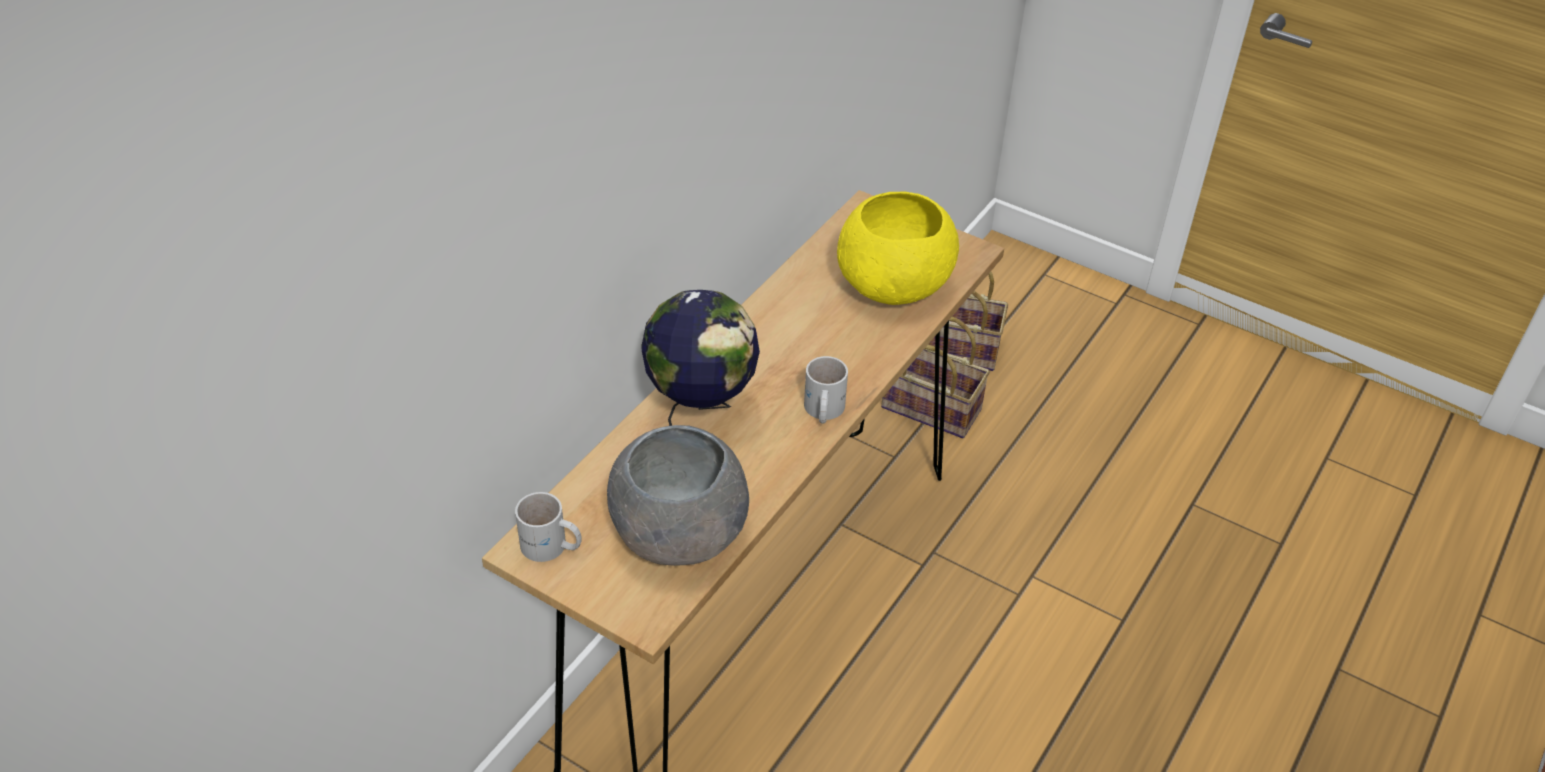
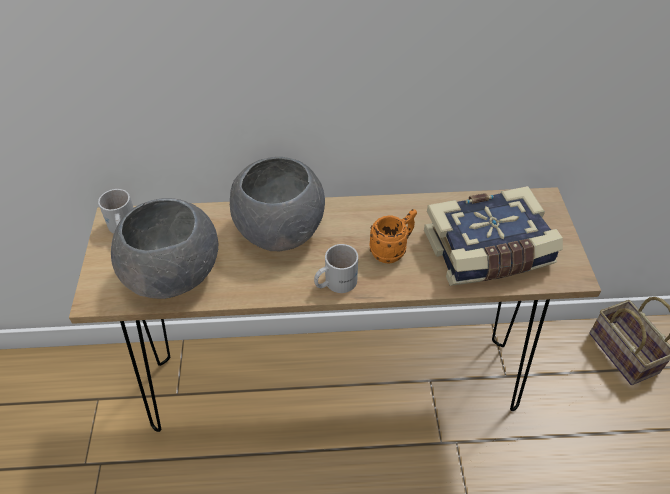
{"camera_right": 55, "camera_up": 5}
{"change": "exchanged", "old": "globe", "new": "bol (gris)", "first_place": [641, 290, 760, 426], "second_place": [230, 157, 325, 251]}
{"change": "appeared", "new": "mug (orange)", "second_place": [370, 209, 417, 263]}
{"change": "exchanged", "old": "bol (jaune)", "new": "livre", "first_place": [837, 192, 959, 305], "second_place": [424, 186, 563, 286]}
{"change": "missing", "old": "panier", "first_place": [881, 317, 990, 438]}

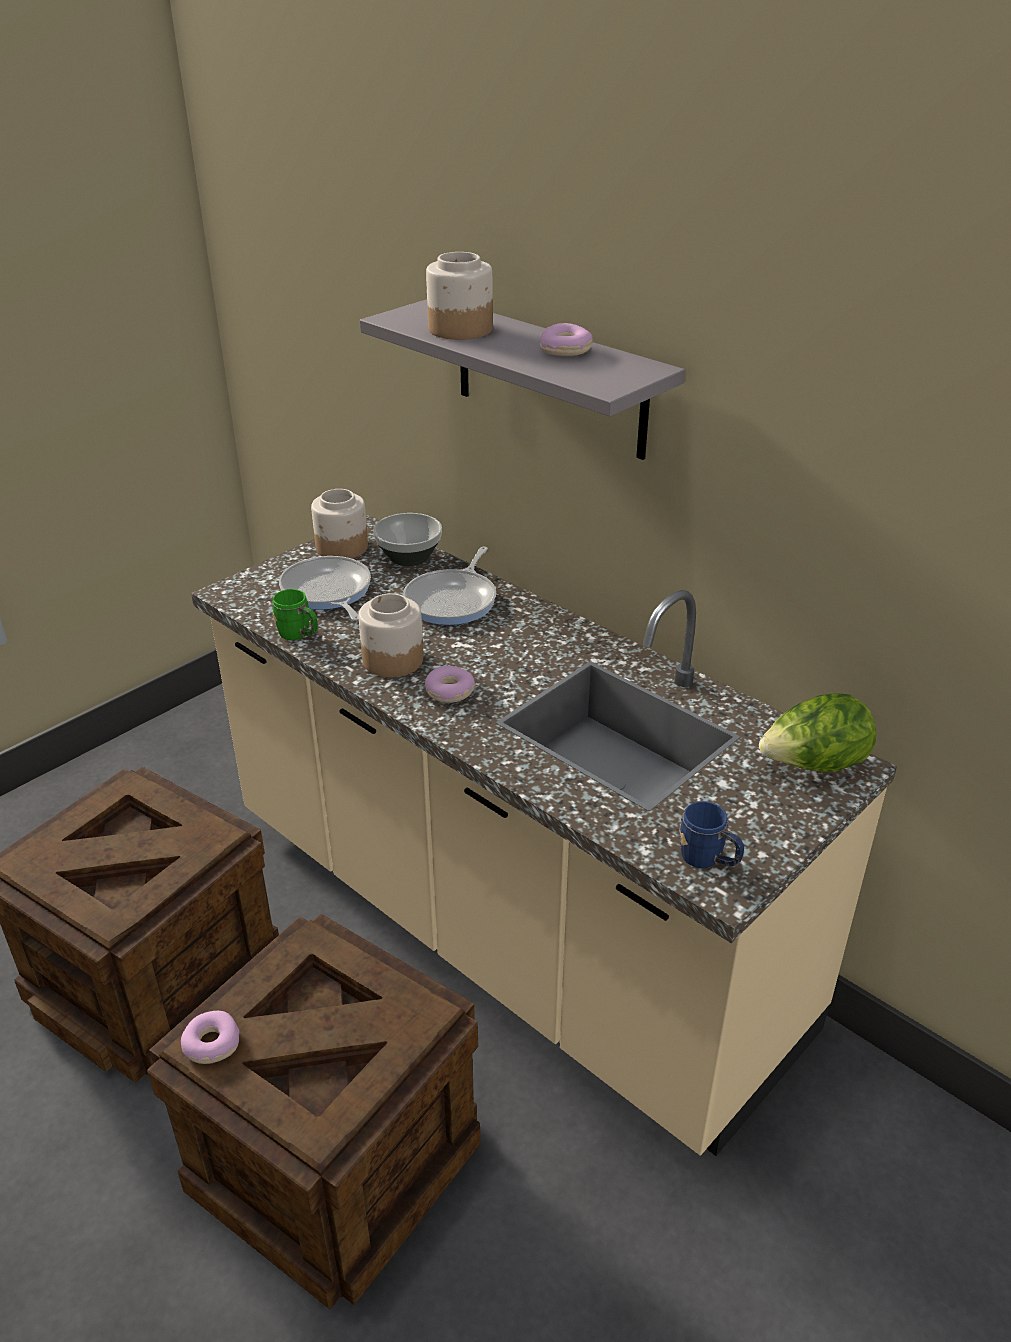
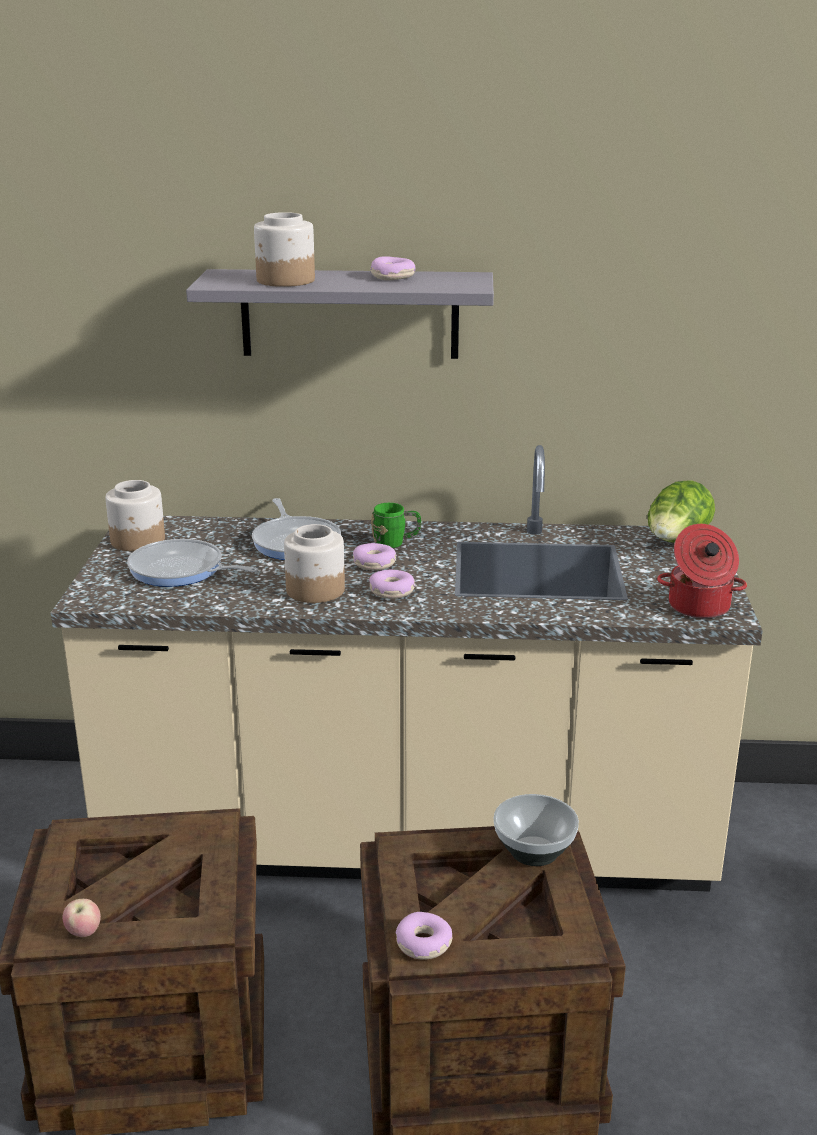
{"camera_right": -40, "camera_up": -10}
{"change": "appeared", "new": "pomme", "second_place": [63, 899, 101, 937]}
{"change": "appeared", "new": "beignet", "second_place": [353, 543, 397, 571]}
{"change": "relocated", "old": "mug (vert)", "first_place": [273, 589, 318, 640], "second_place": [371, 503, 421, 548]}
{"change": "relocated", "old": "bol", "first_place": [373, 513, 442, 566], "second_place": [494, 794, 579, 866]}
{"change": "exchanged", "old": "mug (bleu)", "new": "marmite", "first_place": [679, 801, 744, 868], "second_place": [657, 524, 747, 618]}

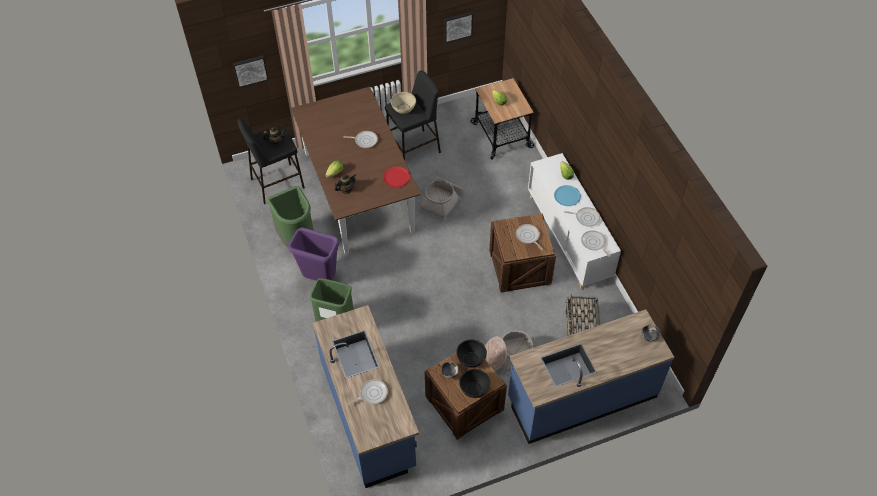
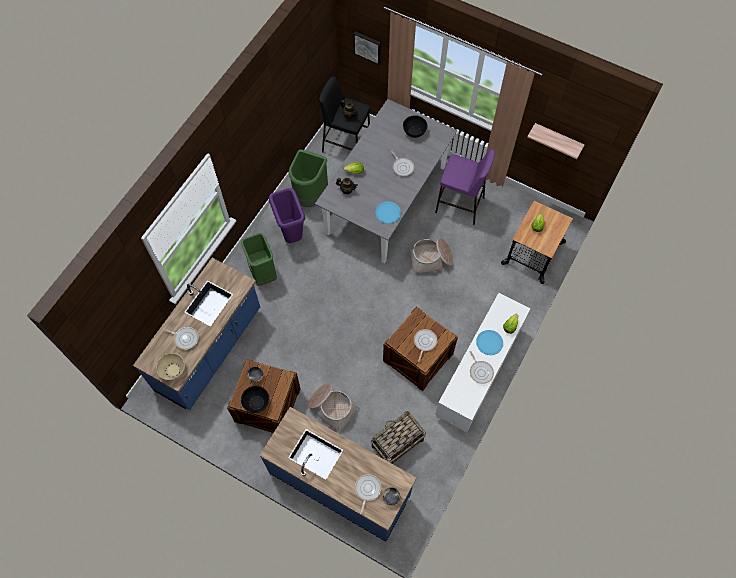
{"camera_right": 50, "camera_up": 10}
{"change": "relocated", "old": "bol (beige)", "first_place": [391, 92, 416, 114], "second_place": [156, 353, 185, 380]}
{"change": "colour", "old": "table à manger (marron)", "new": "table à manger (gris)", "first_place": [291, 87, 421, 254], "second_place": [315, 99, 457, 264]}
{"change": "relocated", "old": "poêle", "first_place": [581, 230, 611, 257], "second_place": [355, 474, 381, 514]}
{"change": "colour", "old": "assiette (rouge)", "new": "assiette (bleu)", "first_place": [383, 167, 410, 187], "second_place": [375, 201, 401, 224]}
{"change": "relocated", "old": "bol (noir)", "first_place": [456, 339, 487, 368], "second_place": [403, 115, 427, 138]}
{"change": "colour", "old": "tabouret (noir)", "new": "tabouret (violet)", "first_place": [385, 70, 441, 160], "second_place": [435, 149, 495, 225]}
{"change": "exchanged", "old": "tableau", "new": "étagère", "first_place": [444, 12, 473, 43], "second_place": [527, 123, 584, 159]}

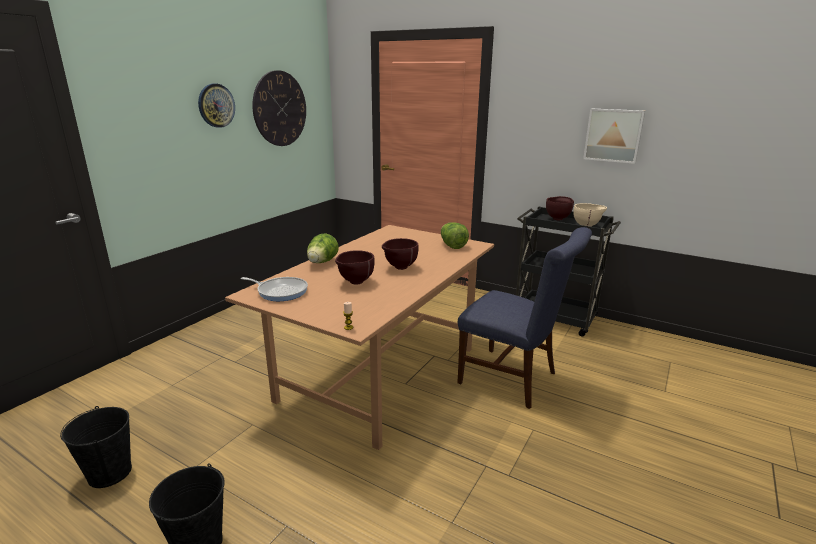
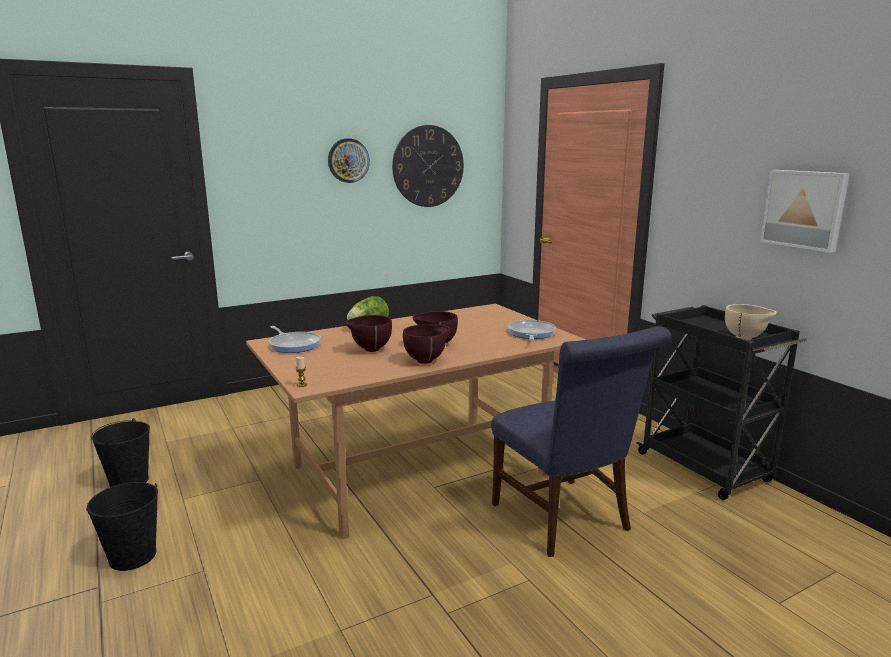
{"camera_right": 30, "camera_up": -5}
{"change": "relocated", "old": "bol (marron)", "first_place": [546, 196, 574, 220], "second_place": [403, 324, 451, 364]}
{"change": "exchanged", "old": "laitue", "new": "poêle", "first_place": [441, 222, 469, 249], "second_place": [508, 320, 556, 340]}

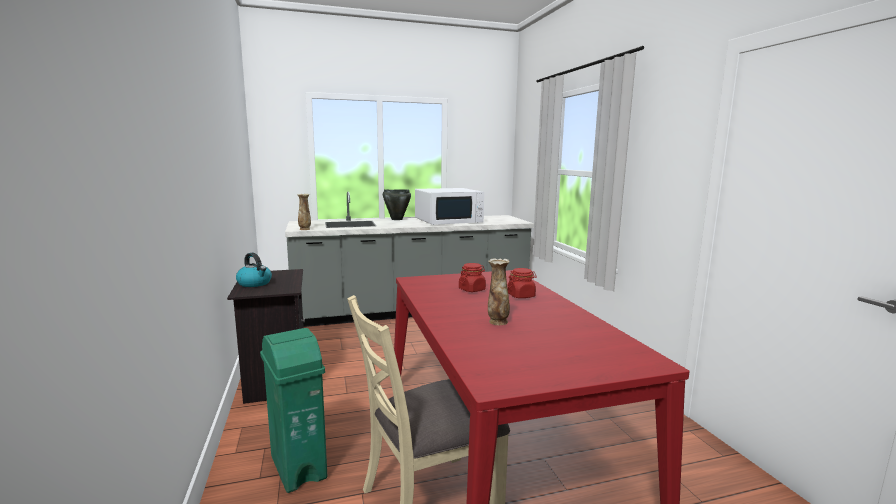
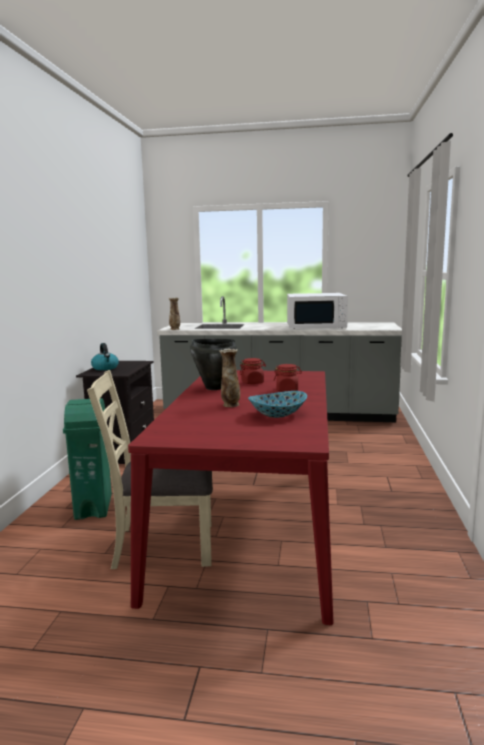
{"camera_right": 25, "camera_up": 0}
{"change": "relocated", "old": "marmite (noir)", "first_place": [383, 189, 411, 220], "second_place": [190, 339, 237, 390]}
{"change": "appeared", "new": "bol", "second_place": [248, 391, 307, 418]}

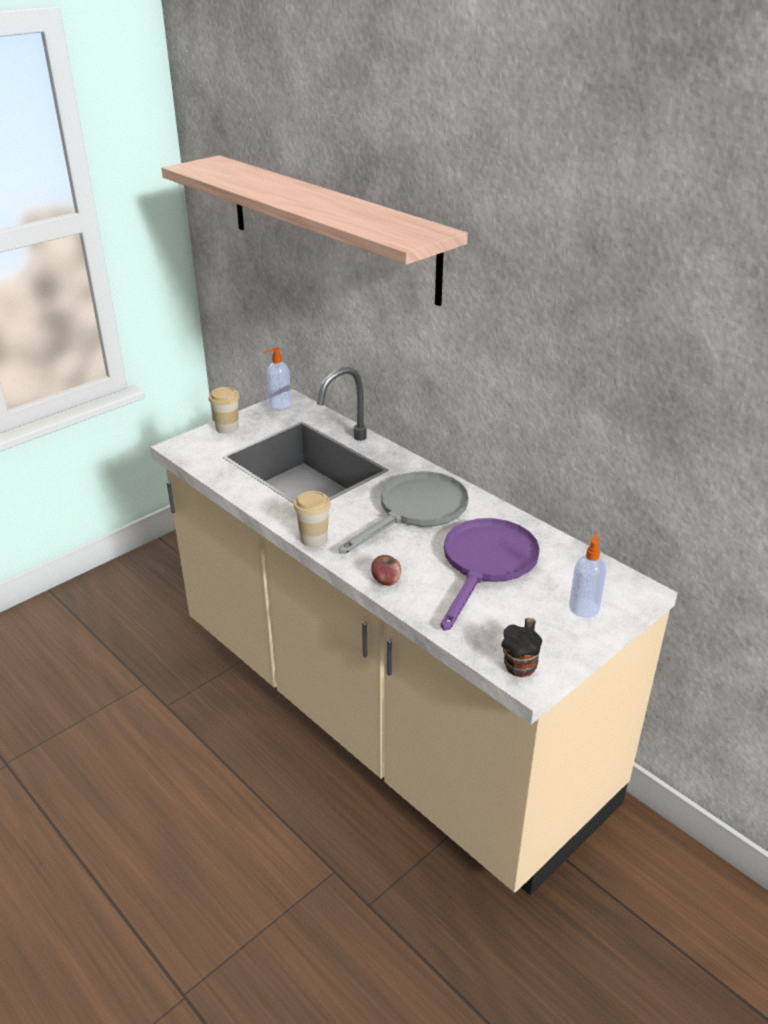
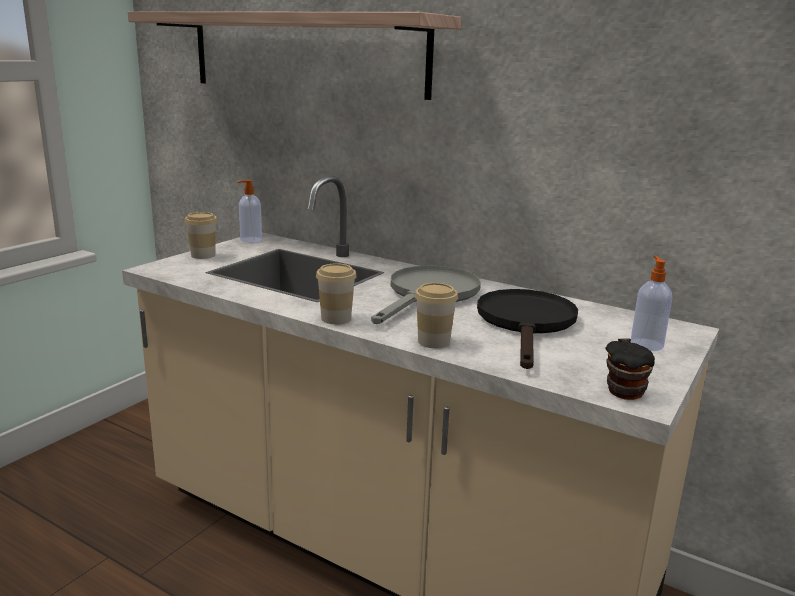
{"camera_right": -15, "camera_up": -15}
{"change": "exchanged", "old": "pomme", "new": "tasse", "first_place": [371, 555, 401, 586], "second_place": [415, 283, 458, 348]}
{"change": "colour", "old": "poêle (violet)", "new": "poêle (noir)", "first_place": [441, 518, 540, 631], "second_place": [477, 289, 578, 369]}

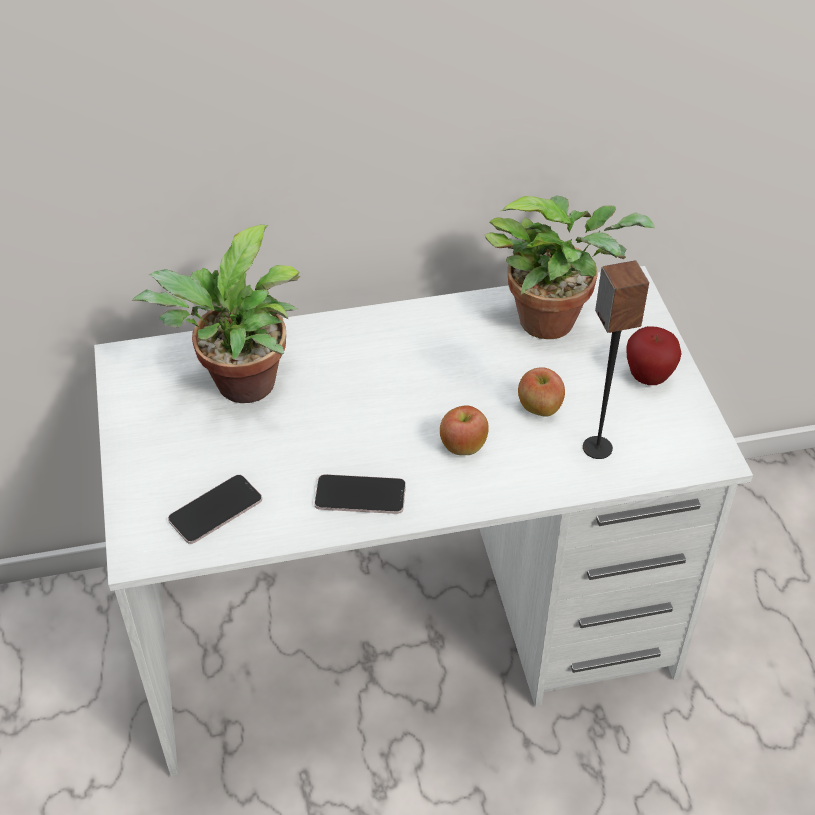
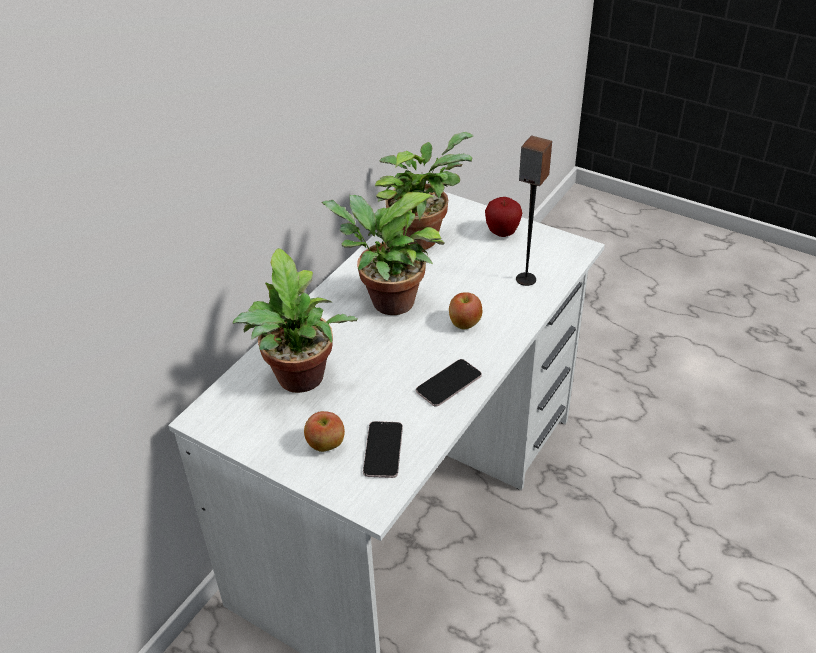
{"camera_right": -45, "camera_up": -5}
{"change": "relocated", "old": "pomme", "first_place": [518, 367, 565, 417], "second_place": [304, 411, 345, 452]}
{"change": "appeared", "new": "plante en pot", "second_place": [321, 192, 445, 315]}

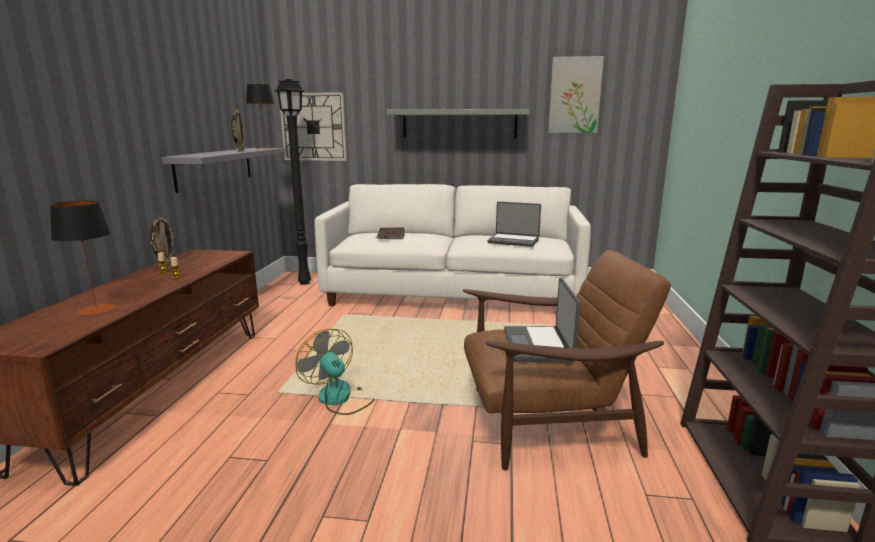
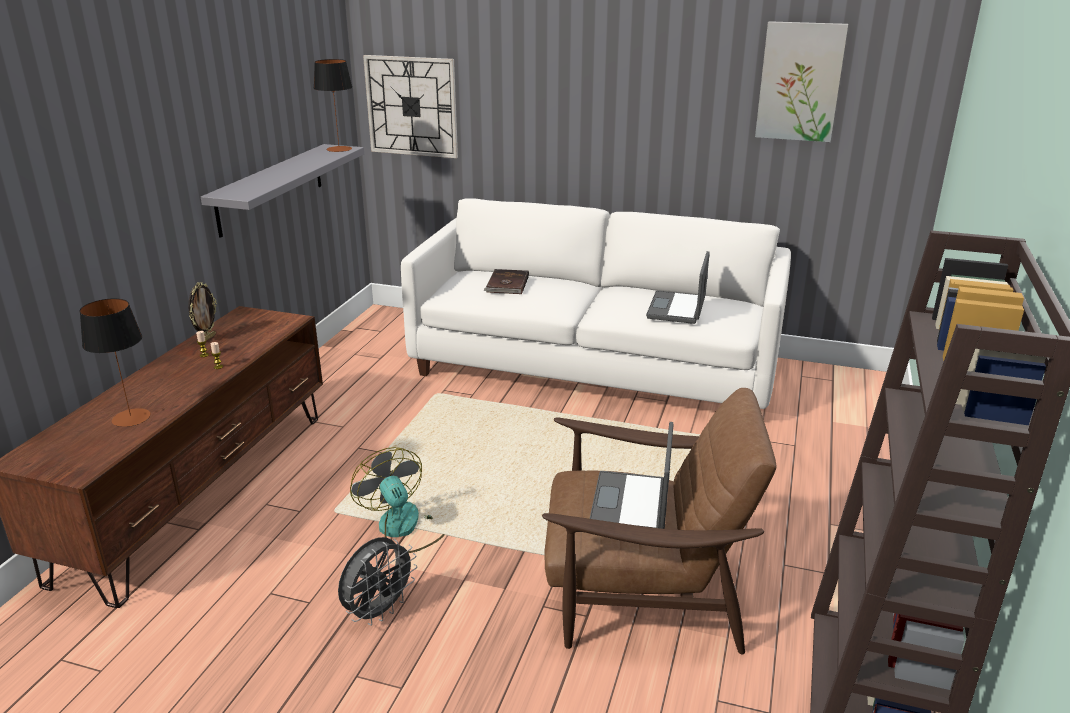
{"camera_right": 10, "camera_up": 10}
{"change": "appeared", "new": "ventilateur (gris)", "second_place": [338, 537, 417, 626]}
{"change": "spun", "old": "ordinateur portable", "first_place": [488, 202, 541, 247], "second_place": [646, 251, 710, 324], "degrees": 75}
{"change": "missing", "old": "cadre photo", "first_place": [231, 109, 244, 152]}
{"change": "missing", "old": "lampadaire (noir)", "first_place": [274, 79, 311, 285]}
{"change": "missing", "old": "étagère (gris)", "first_place": [387, 109, 530, 138]}

